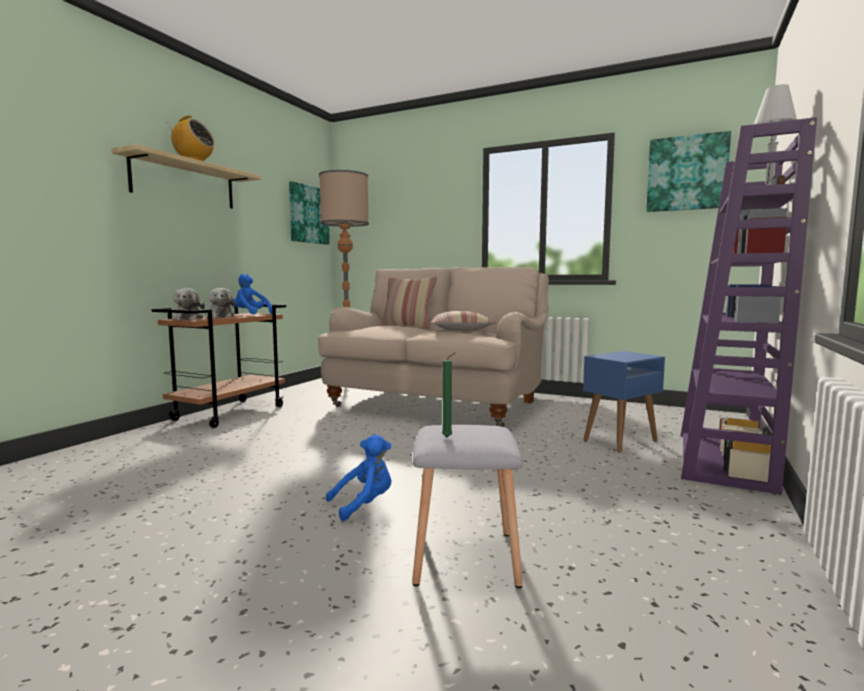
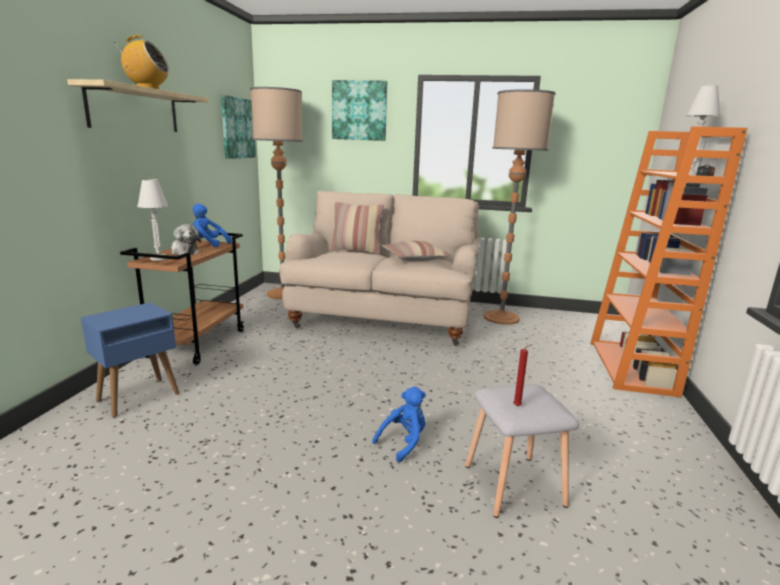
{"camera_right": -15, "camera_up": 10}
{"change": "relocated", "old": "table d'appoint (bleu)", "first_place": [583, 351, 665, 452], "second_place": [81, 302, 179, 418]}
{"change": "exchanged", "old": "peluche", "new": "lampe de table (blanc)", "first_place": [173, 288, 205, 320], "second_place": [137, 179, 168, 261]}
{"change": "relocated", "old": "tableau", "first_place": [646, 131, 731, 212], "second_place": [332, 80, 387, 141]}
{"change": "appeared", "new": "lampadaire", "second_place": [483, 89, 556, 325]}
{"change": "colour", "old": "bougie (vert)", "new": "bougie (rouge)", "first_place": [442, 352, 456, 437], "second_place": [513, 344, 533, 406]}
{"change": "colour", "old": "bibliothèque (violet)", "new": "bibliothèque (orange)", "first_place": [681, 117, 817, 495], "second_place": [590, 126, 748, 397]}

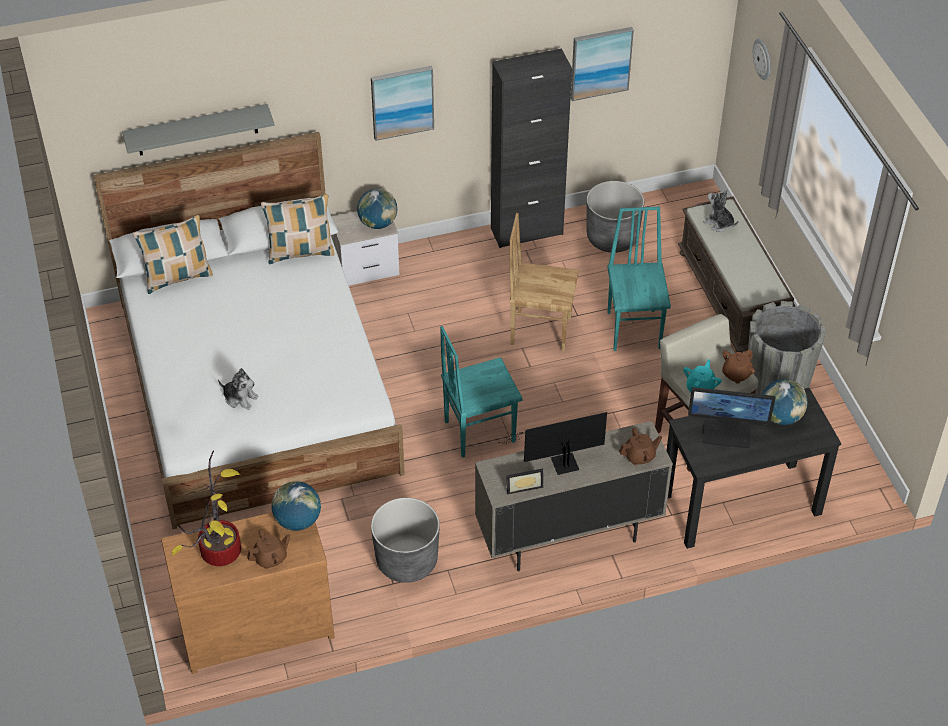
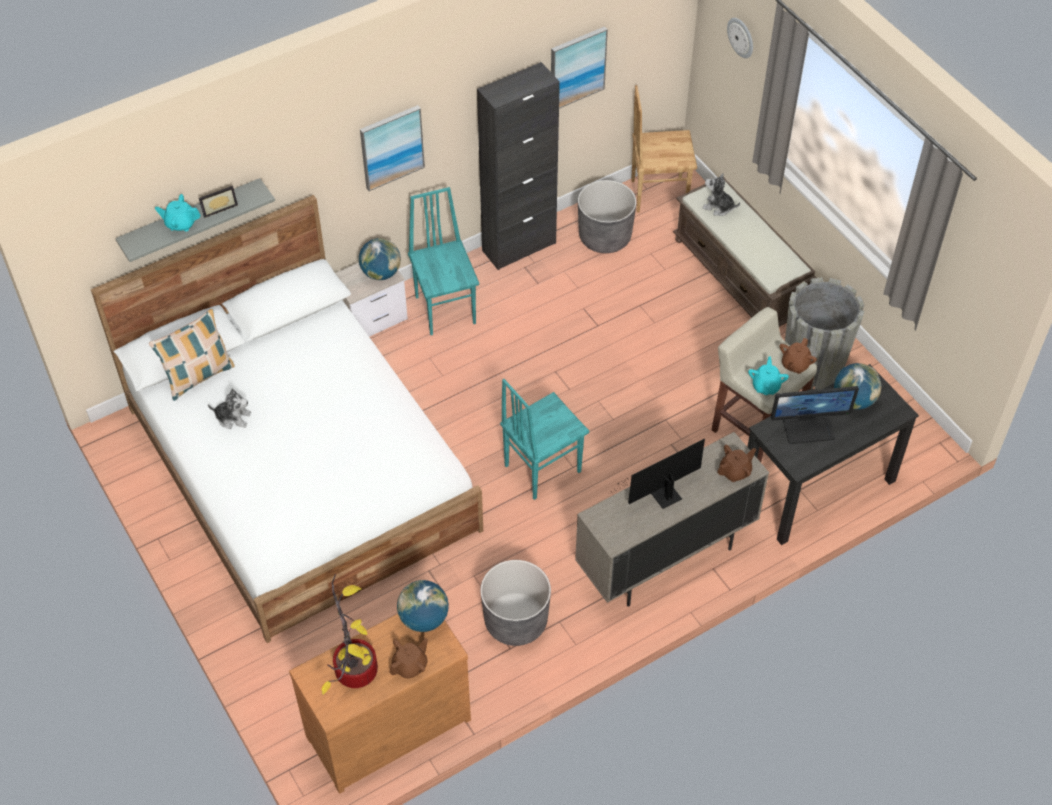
{"camera_right": -15, "camera_up": 5}
{"change": "appeared", "new": "théière (turquoise)", "second_place": [155, 194, 201, 231]}
{"change": "relocated", "old": "cadre photo", "first_place": [507, 469, 543, 495], "second_place": [199, 186, 238, 218]}
{"change": "relocated", "old": "peluche", "first_place": [218, 368, 259, 410], "second_place": [208, 389, 251, 429]}
{"change": "relocated", "old": "chaise (turquoise)", "first_place": [607, 207, 671, 351], "second_place": [408, 187, 479, 335]}
{"change": "relocated", "old": "chaise (marron)", "first_place": [509, 213, 579, 352], "second_place": [631, 85, 697, 212]}
{"change": "missing", "old": "coussin", "first_place": [261, 194, 334, 264]}

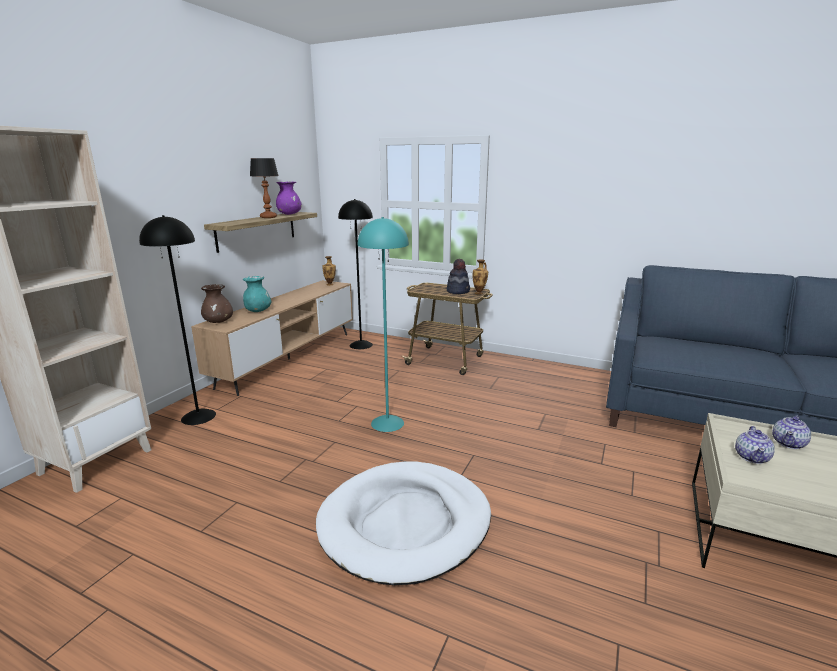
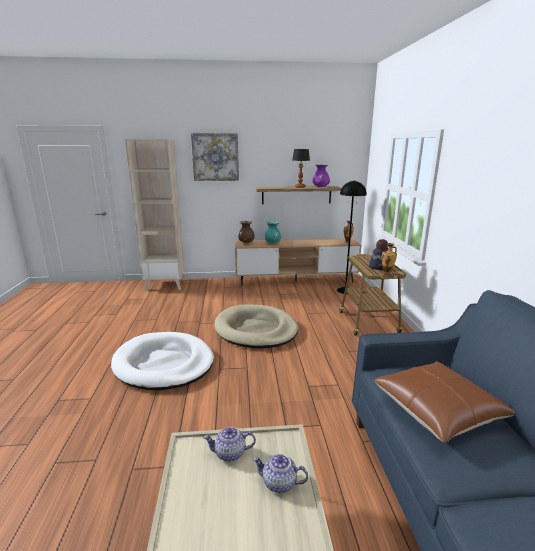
{"camera_right": 60, "camera_up": 0}
{"change": "appeared", "new": "tableau", "second_place": [191, 133, 239, 181]}
{"change": "exchanged", "old": "lampadaire (turquoise)", "new": "panier pour chien (beige)", "first_place": [358, 217, 409, 432], "second_place": [214, 304, 298, 349]}
{"change": "appeared", "new": "coussin (marron)", "second_place": [374, 362, 515, 443]}
{"change": "missing", "old": "lampadaire (noir)", "first_place": [139, 215, 216, 425]}

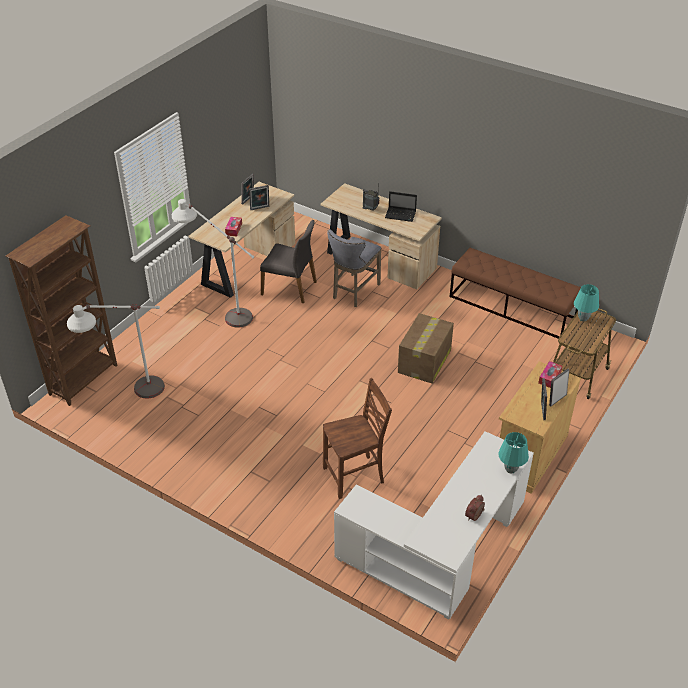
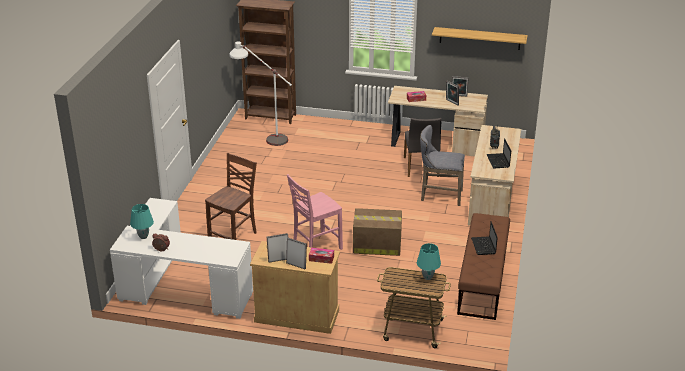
{"camera_right": 70, "camera_up": -10}
{"change": "relocated", "old": "lampe de table (turquoise)", "first_place": [498, 432, 529, 474], "second_place": [130, 204, 154, 239]}
{"change": "spun", "old": "chaise (marron)", "first_place": [323, 378, 392, 499], "second_place": [205, 153, 257, 240], "degrees": -105}
{"change": "appeared", "new": "chaise (rose)", "second_place": [287, 174, 343, 250]}
{"change": "appeared", "new": "étagère", "second_place": [432, 27, 528, 50]}
{"change": "appeared", "new": "ordinateur portable", "second_place": [471, 221, 498, 255]}
{"change": "missing", "old": "lampadaire (blanc)", "first_place": [172, 199, 255, 328]}

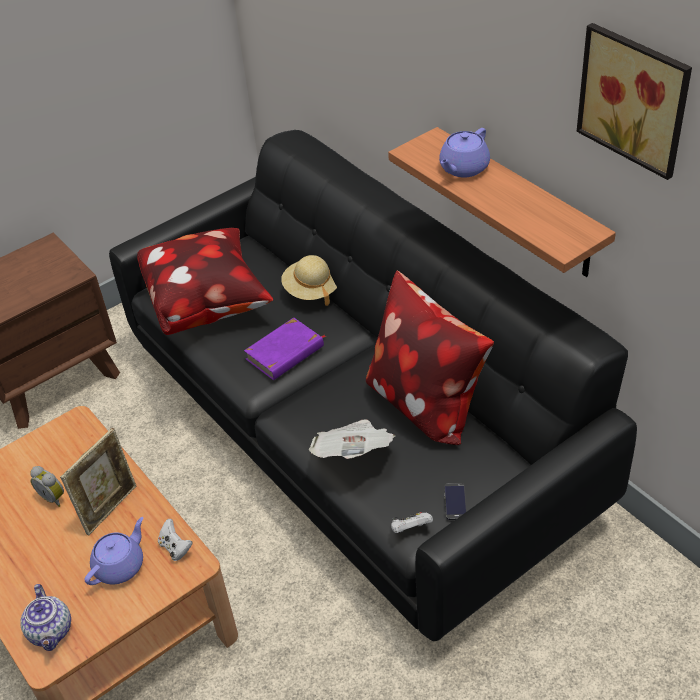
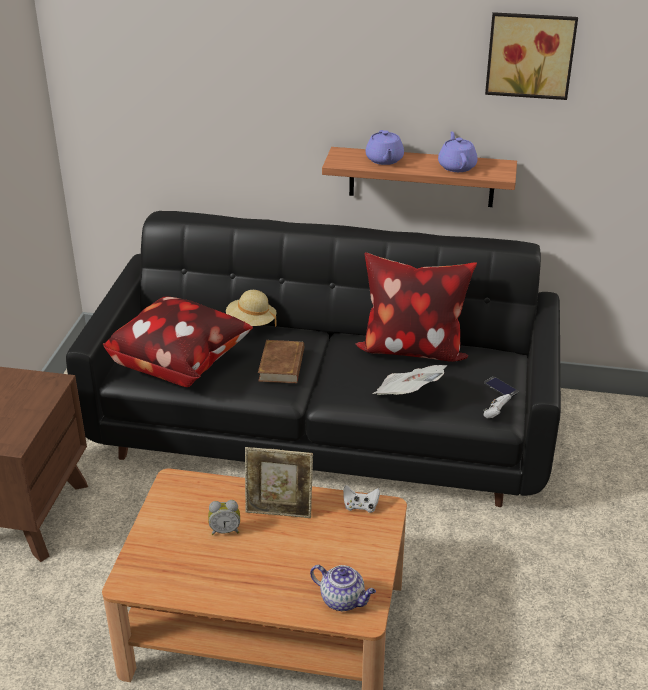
{"camera_right": -45, "camera_up": -10}
{"change": "spun", "old": "cadre photo", "first_place": [60, 428, 136, 536], "second_place": [245, 447, 313, 518], "degrees": 105}
{"change": "colour", "old": "livre (violet)", "new": "livre (marron)", "first_place": [244, 318, 326, 380], "second_place": [258, 340, 304, 384]}
{"change": "relocated", "old": "théière (violet)", "first_place": [84, 517, 144, 585], "second_place": [438, 131, 477, 172]}

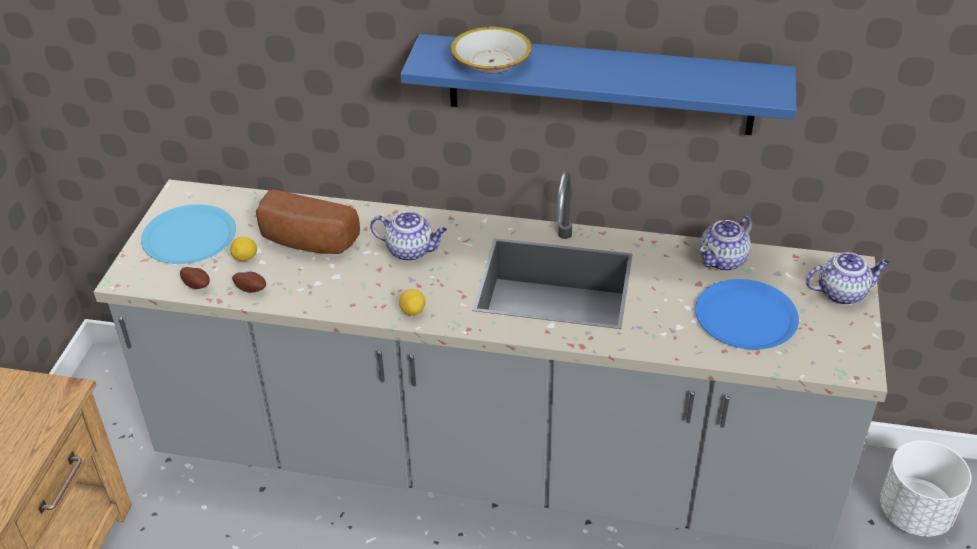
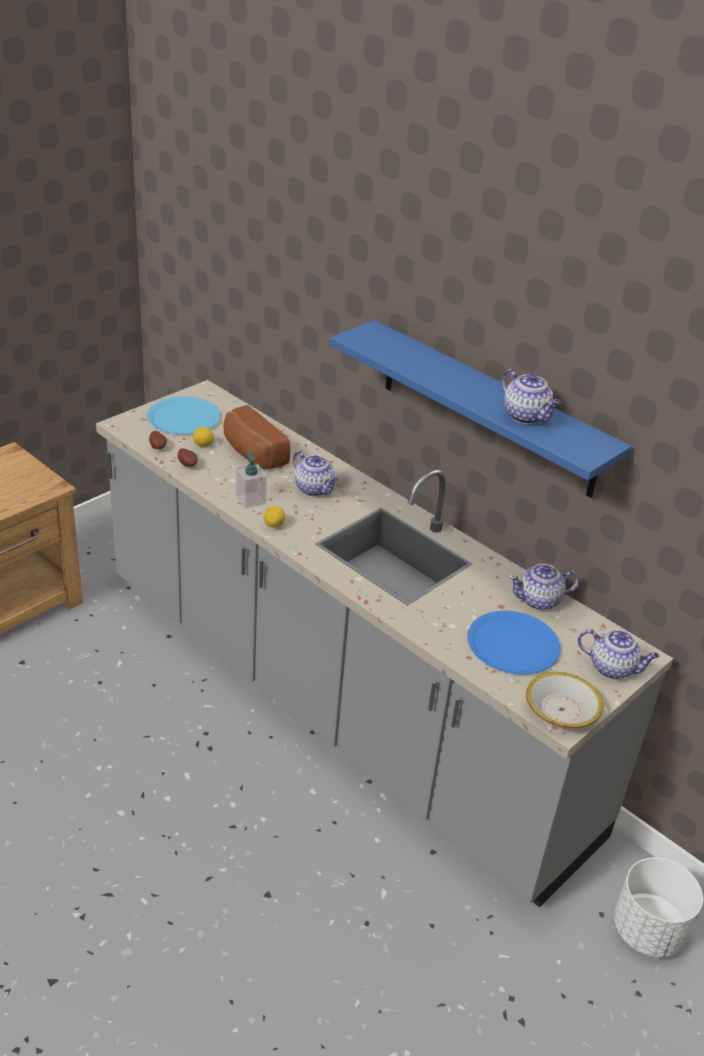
{"camera_right": 30, "camera_up": -5}
{"change": "appeared", "new": "distributeur de savon", "second_place": [236, 451, 267, 509]}
{"change": "appeared", "new": "théière", "second_place": [501, 369, 561, 424]}
{"change": "relocated", "old": "bol", "first_place": [451, 27, 532, 74], "second_place": [526, 672, 603, 728]}

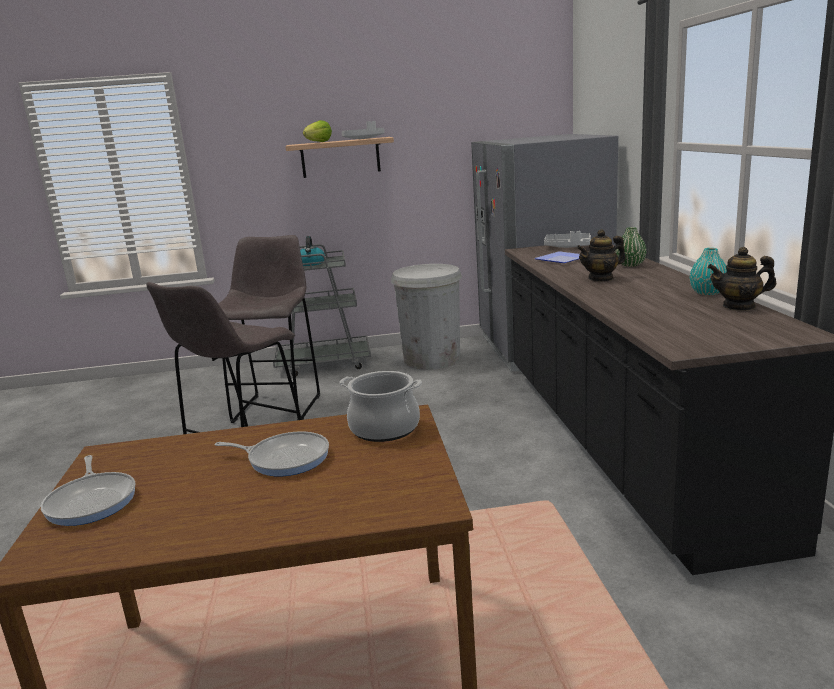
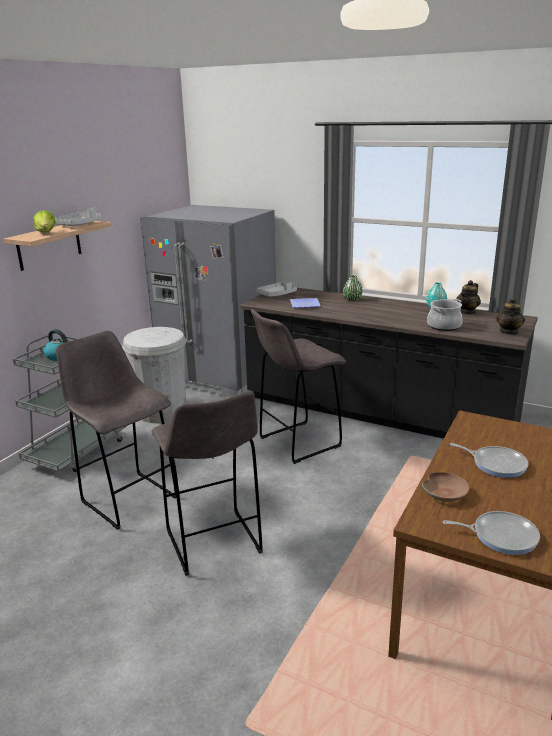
{"camera_right": -55, "camera_up": 5}
{"change": "appeared", "new": "tabouret (gris)", "second_place": [251, 309, 346, 464]}
{"change": "appeared", "new": "bol (marron)", "second_place": [422, 472, 469, 502]}
{"change": "relocated", "old": "marmite", "first_place": [340, 371, 422, 442], "second_place": [427, 299, 463, 331]}
{"change": "spun", "old": "poêle", "first_place": [215, 431, 329, 476], "second_place": [450, 443, 528, 478], "degrees": 75}
{"change": "relocated", "old": "théière", "first_place": [577, 229, 626, 282], "second_place": [496, 297, 525, 335]}

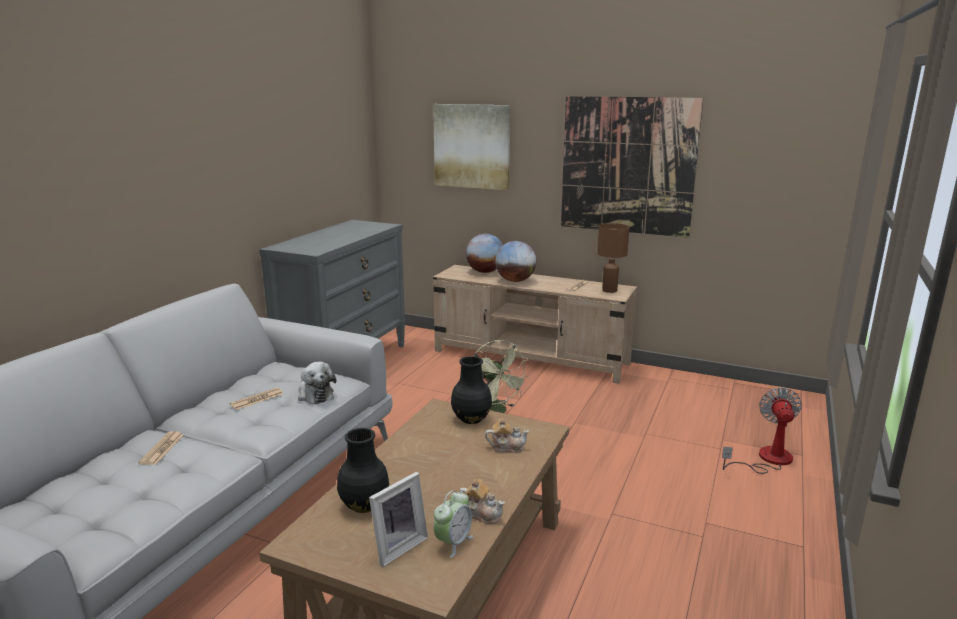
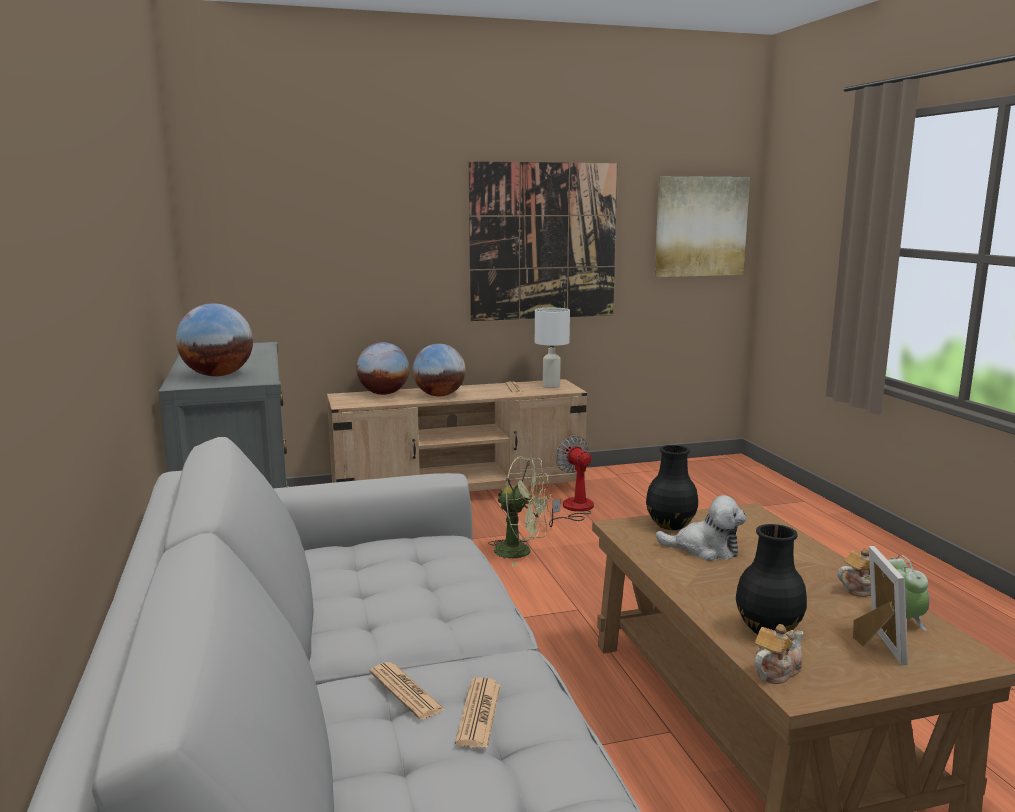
{"camera_right": -40, "camera_up": -5}
{"change": "appeared", "new": "globe", "second_place": [176, 303, 253, 377]}
{"change": "relocated", "old": "journal", "first_place": [230, 388, 283, 410], "second_place": [455, 677, 500, 748]}
{"change": "colour", "old": "lampe de table (marron)", "new": "lampe de table (blanc)", "first_place": [597, 223, 630, 293], "second_place": [535, 308, 570, 388]}
{"change": "relocated", "old": "ventilateur", "first_place": [722, 387, 802, 474], "second_place": [549, 435, 594, 527]}
{"change": "relocated", "old": "tableau", "first_place": [433, 104, 510, 190], "second_place": [655, 176, 750, 277]}
{"change": "relocated", "old": "peluche", "first_place": [298, 362, 336, 404], "second_place": [655, 495, 747, 561]}
{"change": "relocated", "old": "théière", "first_place": [485, 418, 529, 453], "second_place": [754, 624, 804, 684]}

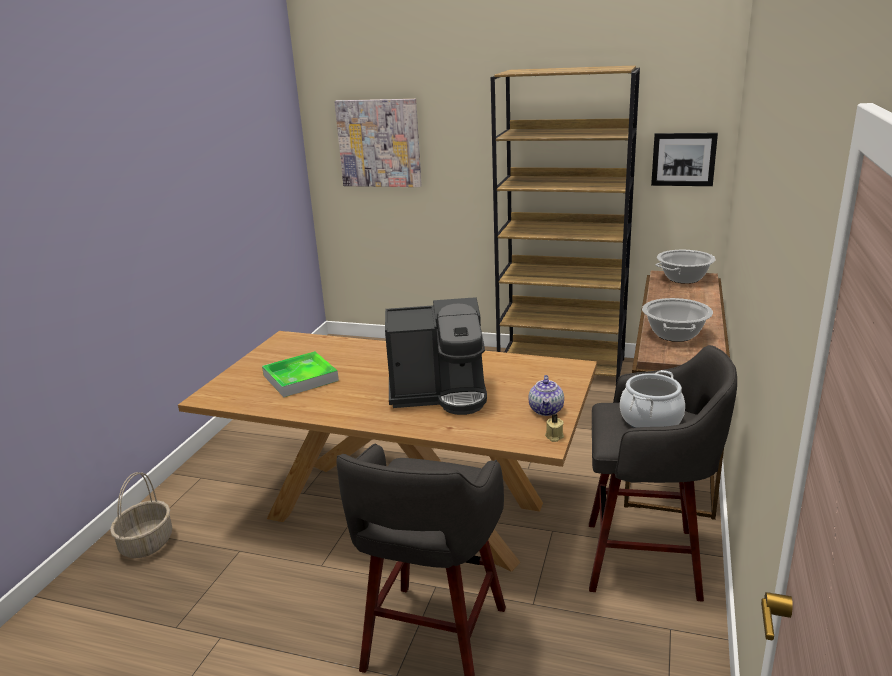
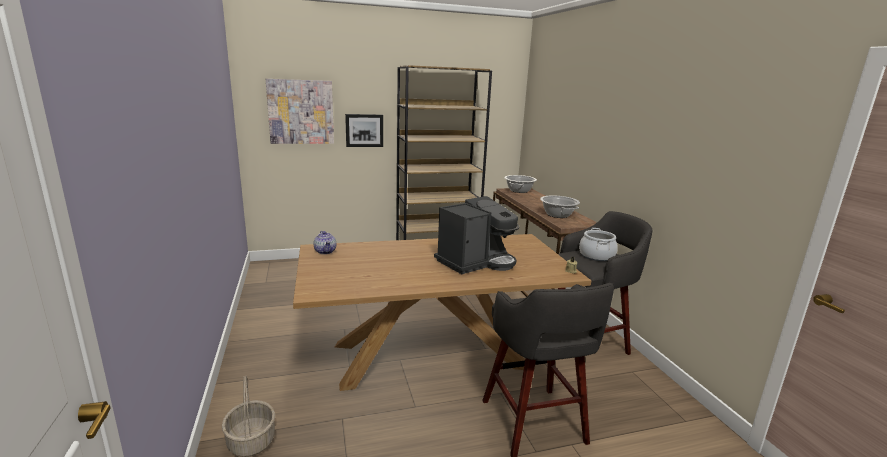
{"camera_right": -35, "camera_up": -5}
{"change": "relocated", "old": "théière", "first_place": [529, 375, 564, 416], "second_place": [314, 231, 336, 254]}
{"change": "relocated", "old": "tableau", "first_place": [651, 133, 718, 186], "second_place": [345, 114, 383, 147]}
{"change": "missing", "old": "plateau", "first_place": [262, 351, 339, 397]}

